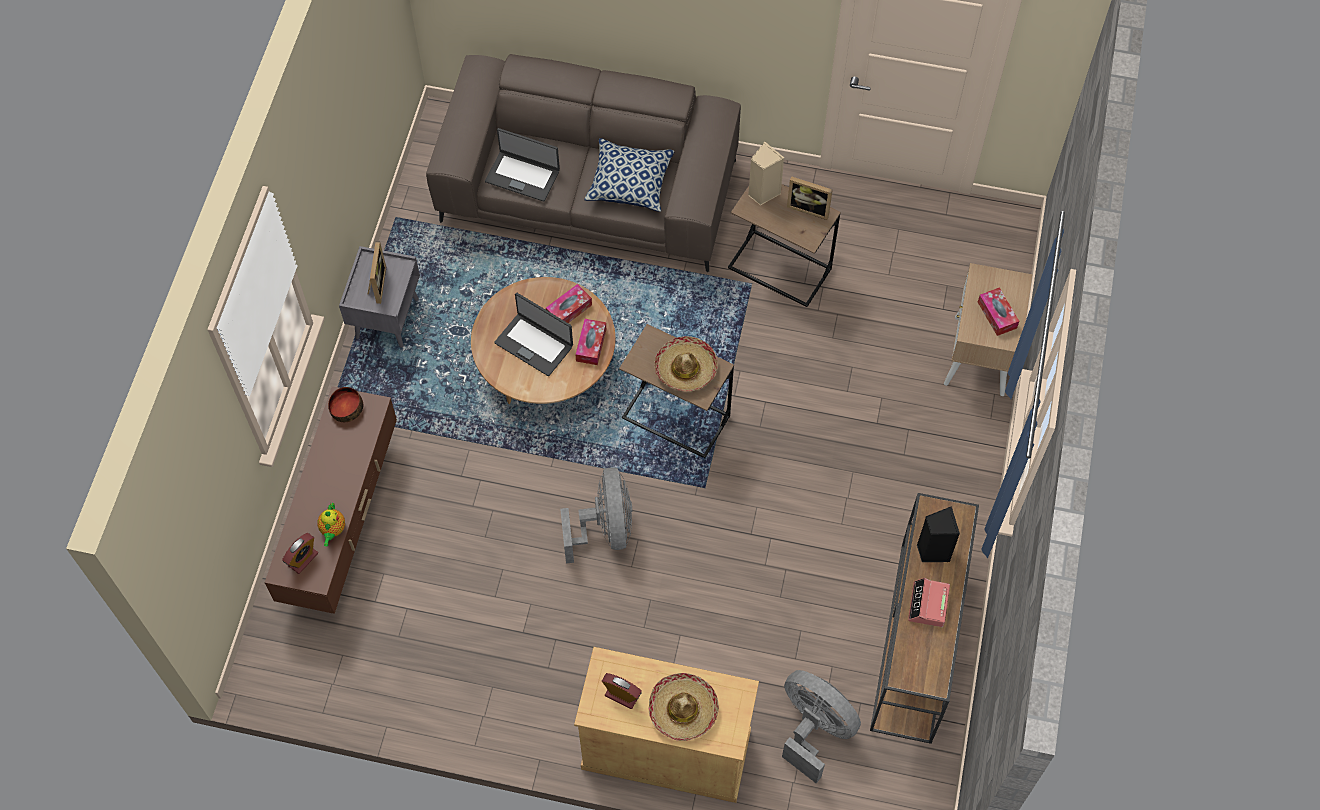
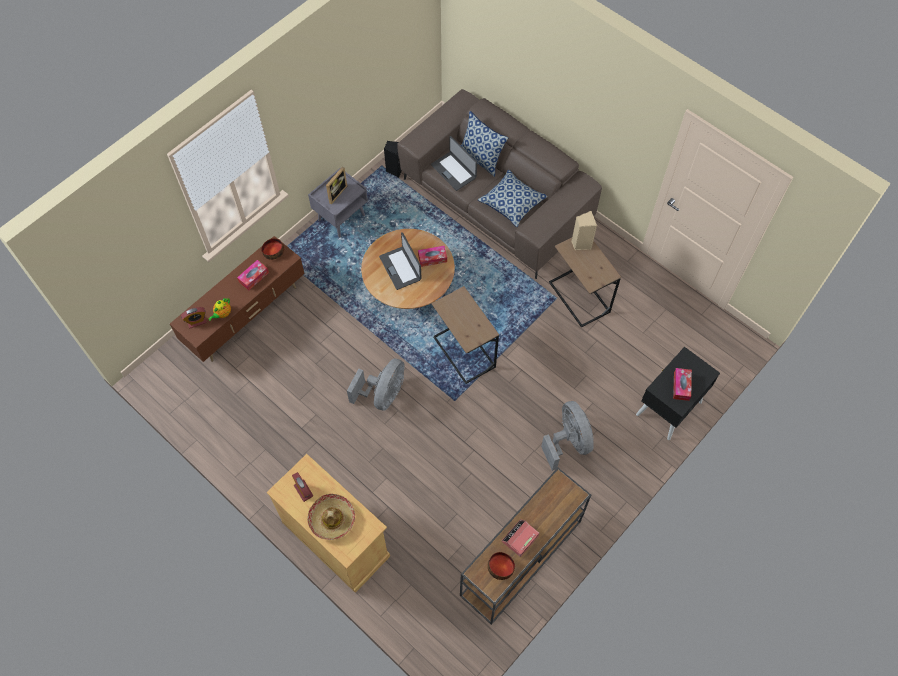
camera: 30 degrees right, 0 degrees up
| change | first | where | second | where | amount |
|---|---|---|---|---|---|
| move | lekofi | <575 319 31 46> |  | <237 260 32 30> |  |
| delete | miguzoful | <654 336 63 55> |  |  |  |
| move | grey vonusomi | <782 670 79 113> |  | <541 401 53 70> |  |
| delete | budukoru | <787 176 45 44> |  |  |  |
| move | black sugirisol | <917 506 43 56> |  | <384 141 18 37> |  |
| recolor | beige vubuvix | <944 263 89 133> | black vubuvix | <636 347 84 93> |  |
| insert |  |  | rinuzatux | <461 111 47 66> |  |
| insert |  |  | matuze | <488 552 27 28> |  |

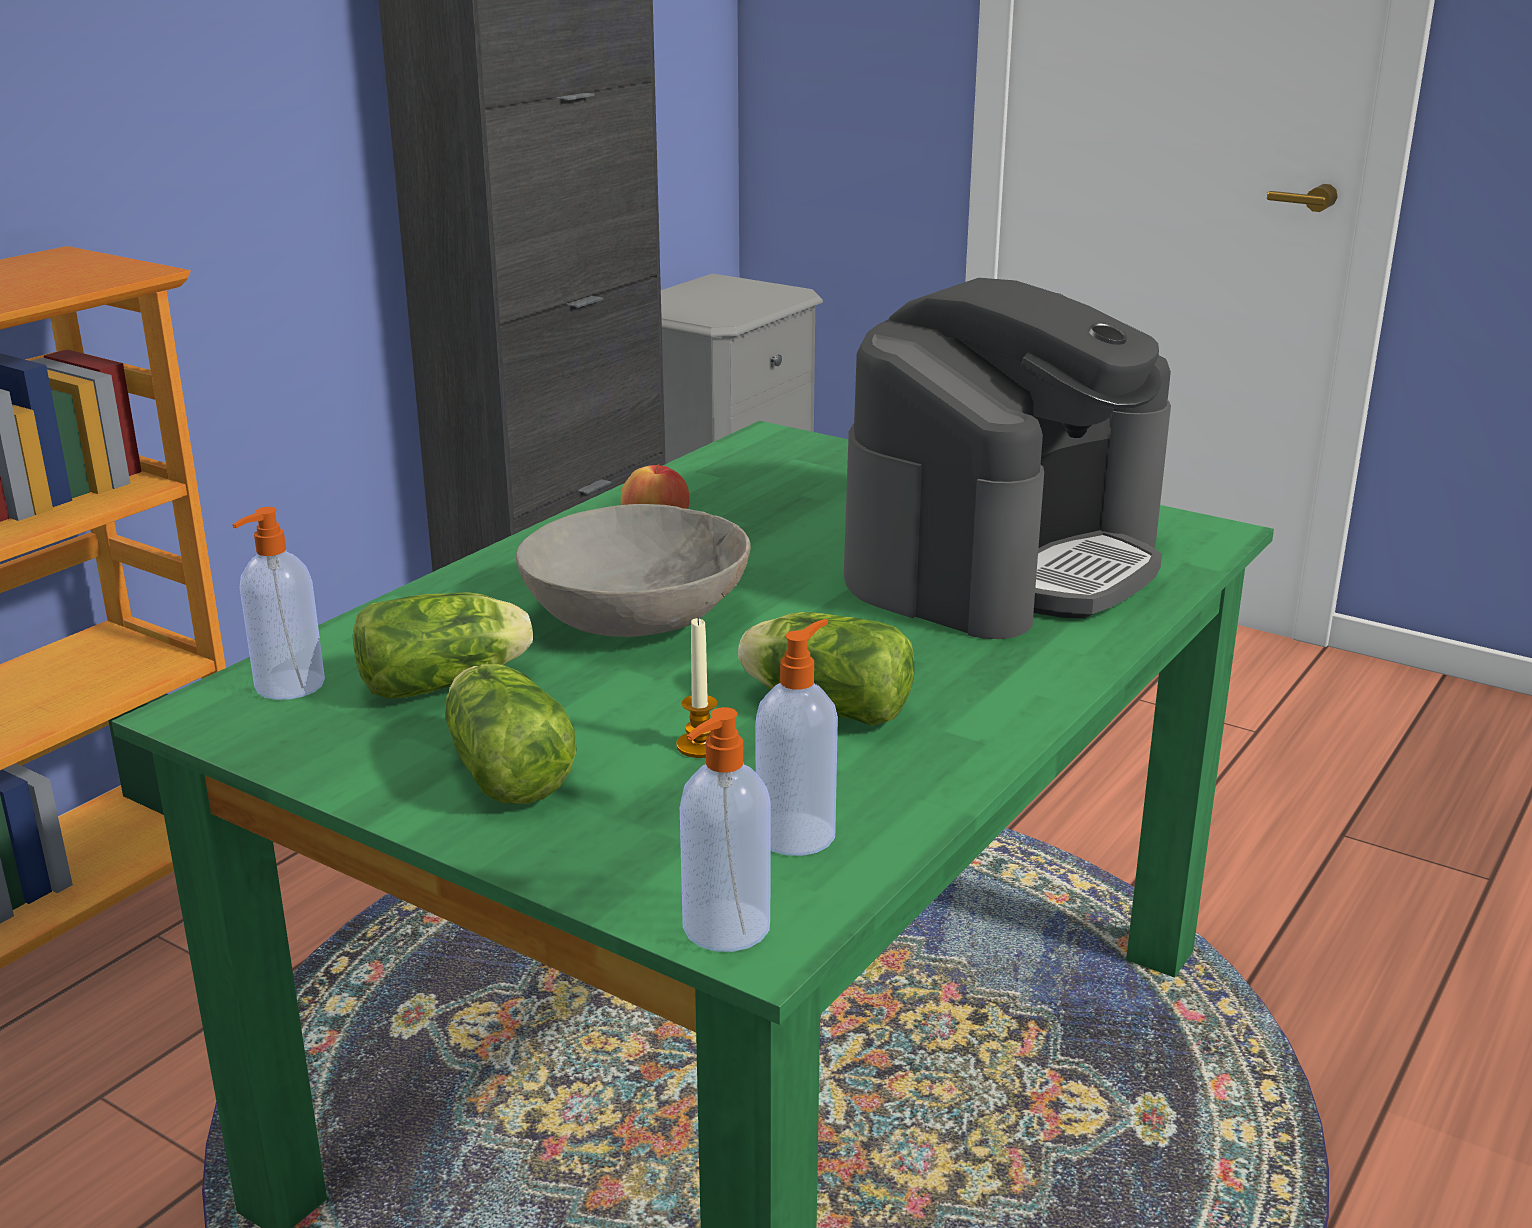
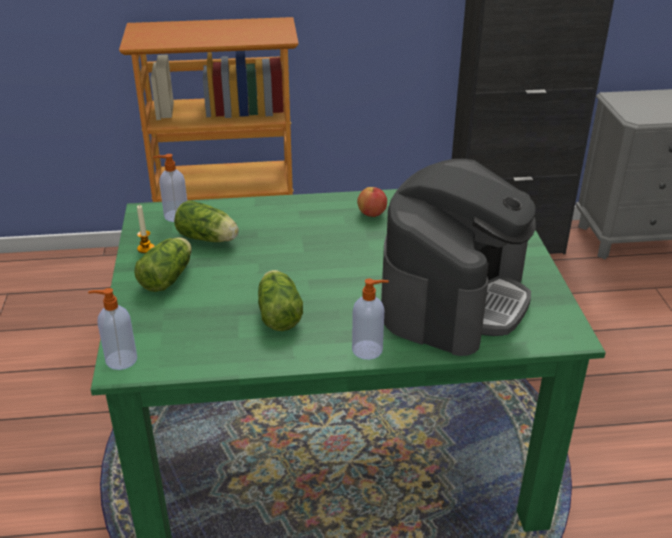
camera: 50 degrees right, 10 degrees up
| change | first | where | second | where | amount |
|---|---|---|---|---|---|
| delete | grey matuze | <516 504 235 133> |  |  |  |
| move | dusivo | <676 617 41 141> |  | <137 205 18 48> |  |
| move | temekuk | <755 619 83 237> |  | <352 279 37 81> |  |
| rotate | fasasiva | <844 278 327 361> |  | <381 159 155 197> | 60 degrees counterclockwise |

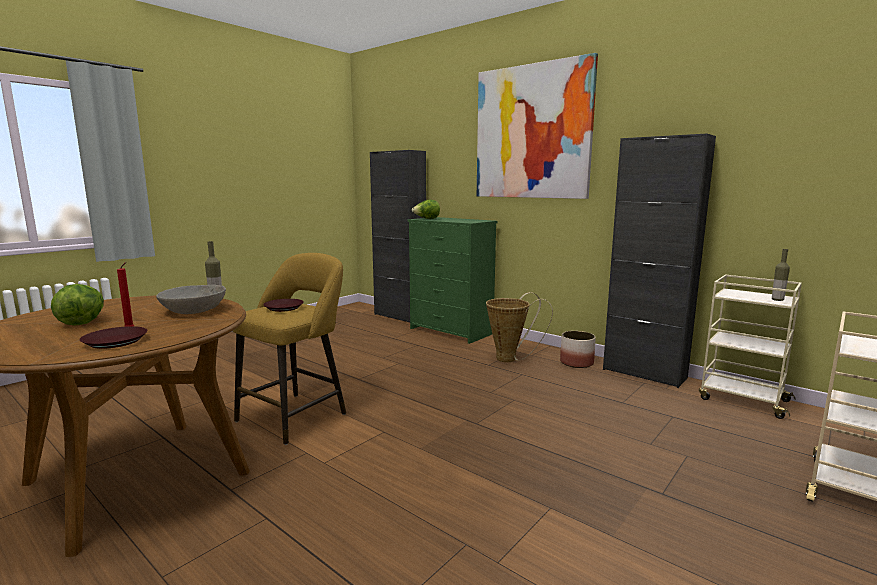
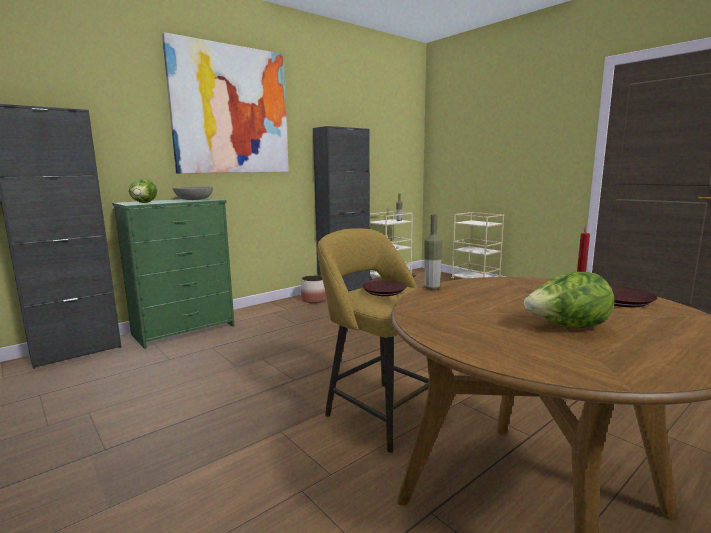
camera: 80 degrees left, 0 degrees up
| change | first | where | second | where | amount |
|---|---|---|---|---|---|
| move | grey matuze | <156 285 70 29> |  | <172 186 41 14> |  |
| delete | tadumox | <486 292 67 70> |  |  |  |

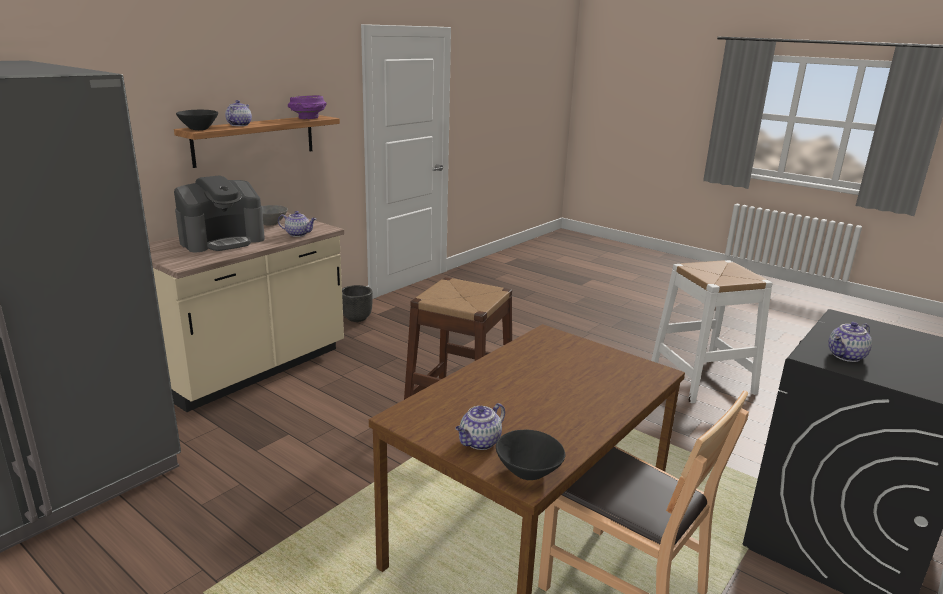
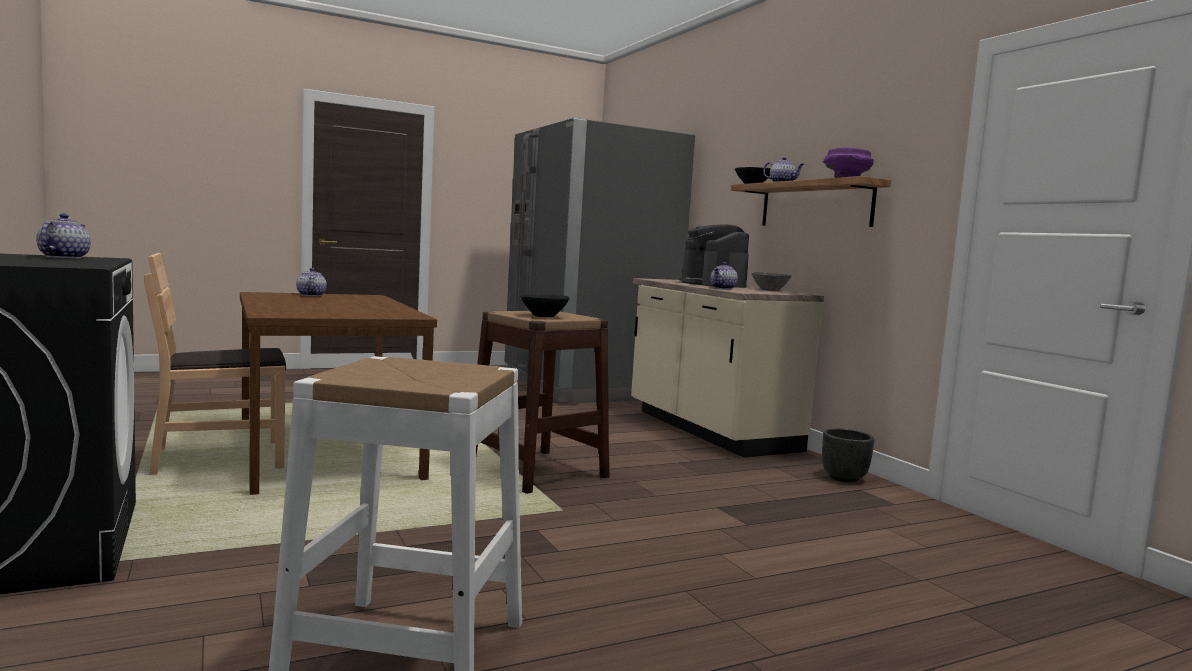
camera: 115 degrees right, 15 degrees down
| change | first | where | second | where | amount |
|---|---|---|---|---|---|
| move | black matuze | <496 430 69 50> |  | <520 294 50 23> |  |

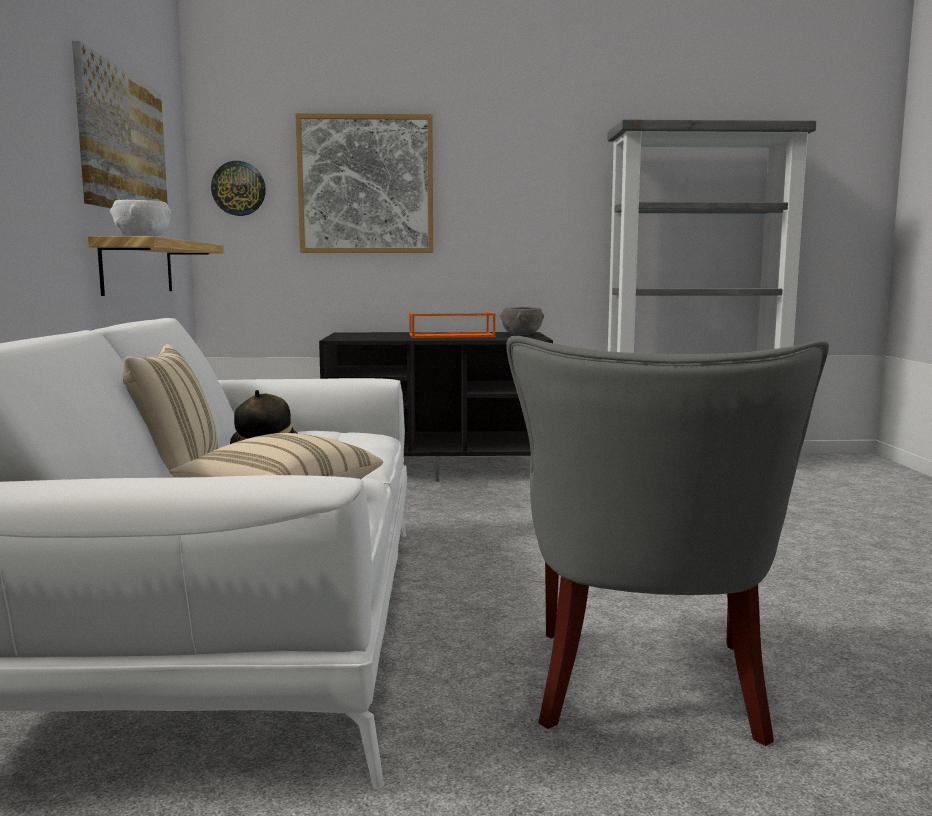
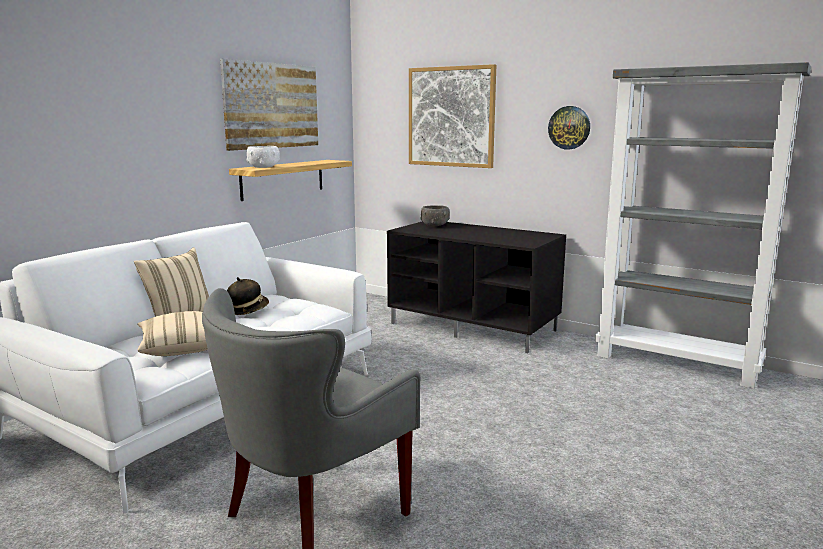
camera: 35 degrees right, 5 degrees up
| change | first | where | second | where | amount |
|---|---|---|---|---|---|
| move | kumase | <211 161 55 55> |  | <548 106 42 44> |  |
| delete | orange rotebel | <409 311 87 27> |  |  |  |
| move | grey matuze | <499 307 45 28> |  | <420 205 30 21> |  |

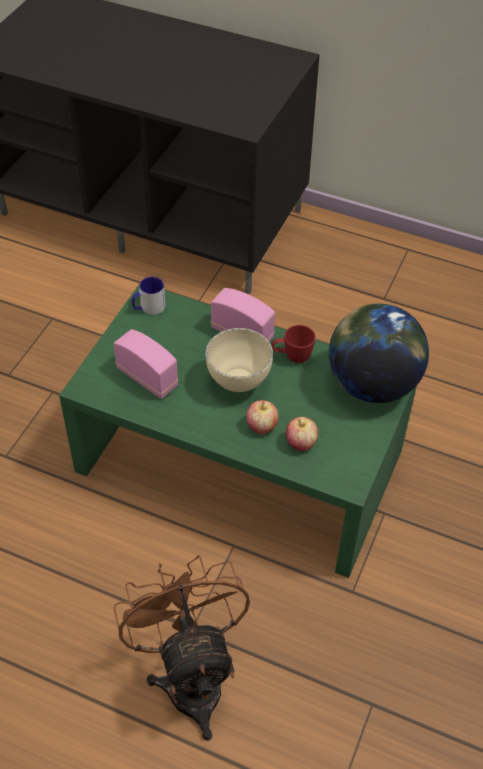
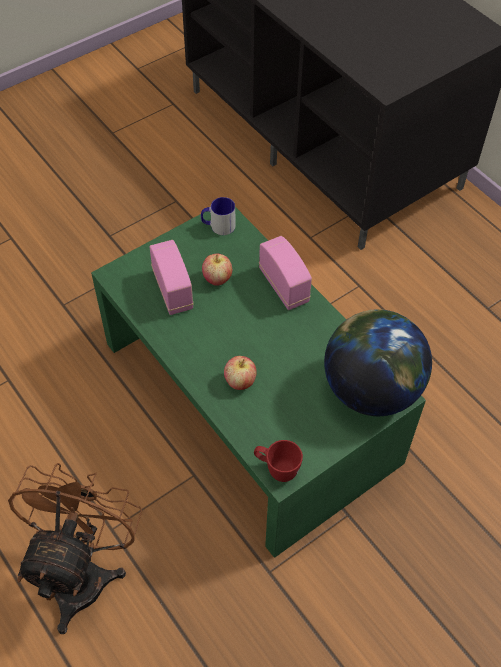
camera: 30 degrees right, 5 degrees up
| change | first | where | second | where | amount |
|---|---|---|---|---|---|
| delete | beige matuze | <206 328 67 64> |  |  |  |
| move | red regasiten | <272 325 44 38> |  | <254 440 49 42> |  |
| move | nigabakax | <286 417 32 34> |  | <202 253 30 33> |  |

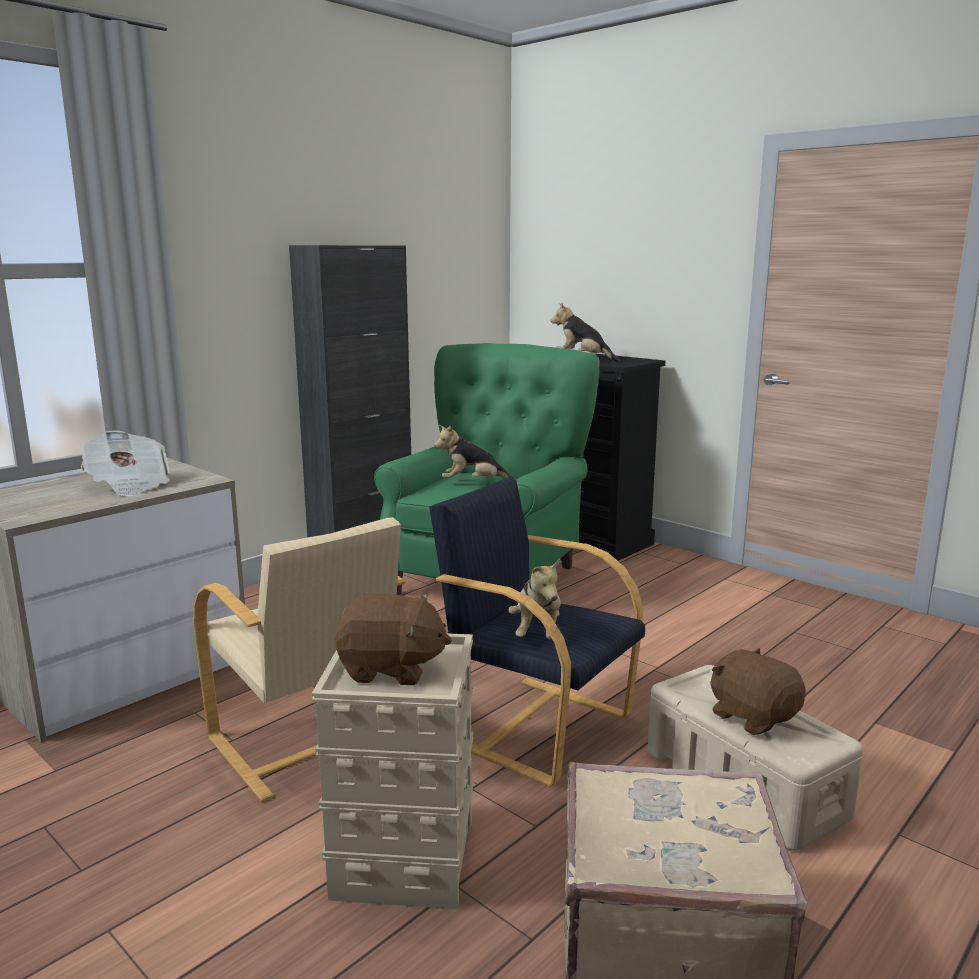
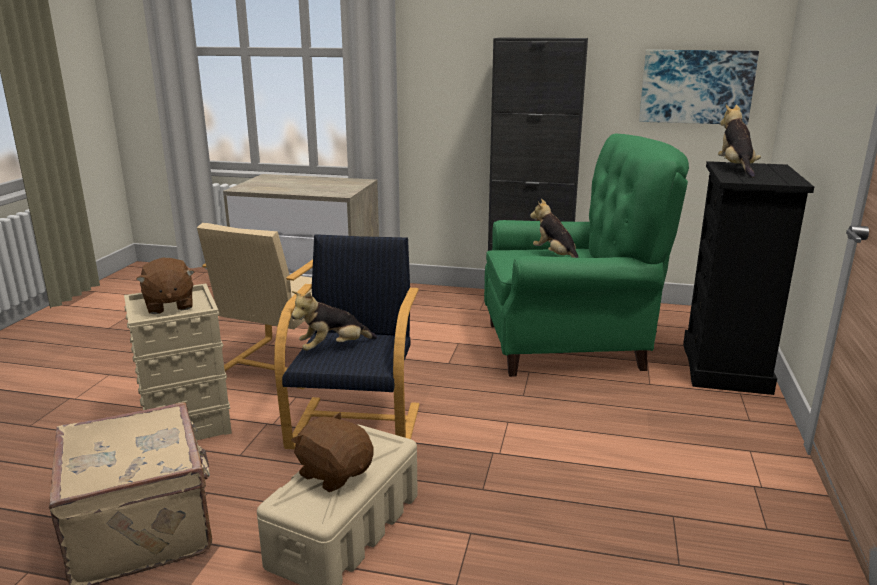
camera: 60 degrees right, 5 degrees up
| change | first | where | second | where | amount |
|---|---|---|---|---|---|
| delete | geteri | <81 430 89 67> |  |  |  |
| rotate | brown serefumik | <710 648 96 87> |  | <291 412 83 80> | 75 degrees counterclockwise |
| insert |  |  | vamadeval | <639 50 120 75> |  |

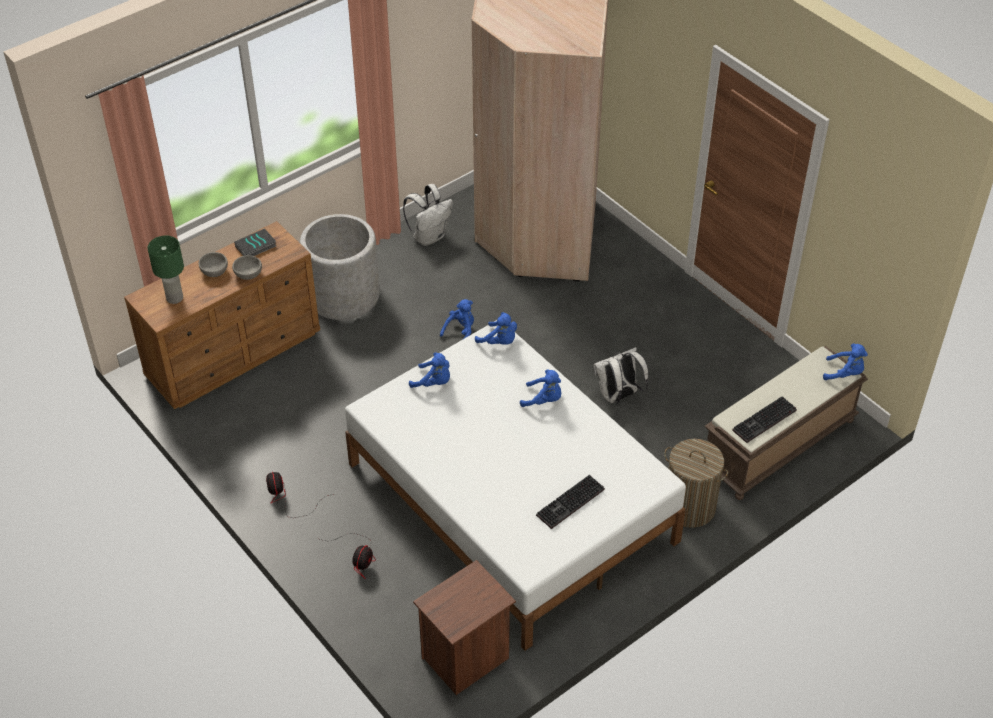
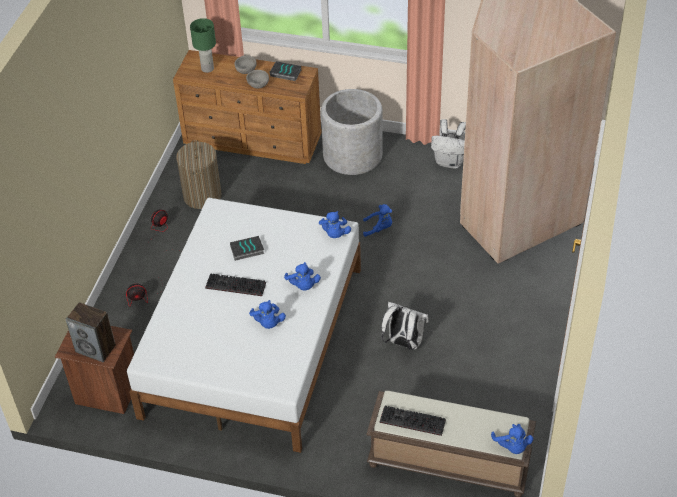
camera: 55 degrees right, 0 degrees up
| change | first | where | second | where | amount |
|---|---|---|---|---|---|
| move | blue serefumik | <409 352 41 36> |  | <249 300 37 29> |  |
| move | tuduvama | <536 475 69 54> |  | <205 273 61 23> |  |
| move | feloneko | <664 439 64 89> |  | <176 140 45 69> |  |
| insert |  |  | sugirisol | <66 302 50 60> |  |
| insert |  |  | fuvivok | <230 236 34 25> |  |

